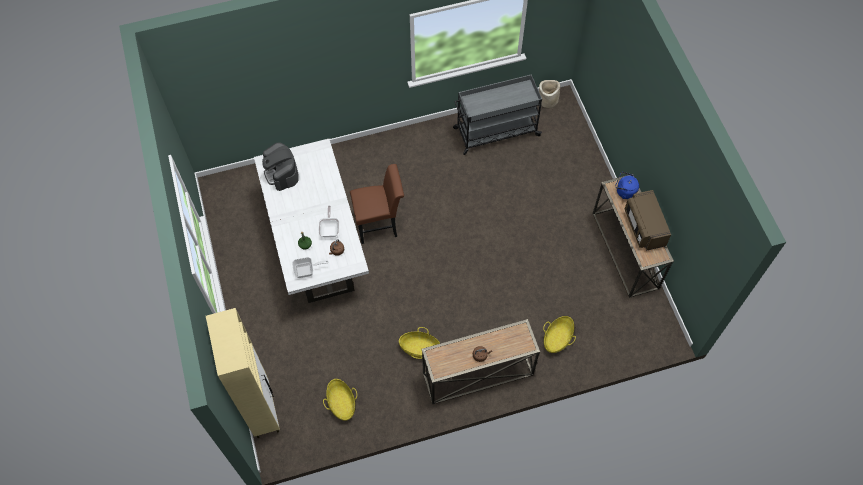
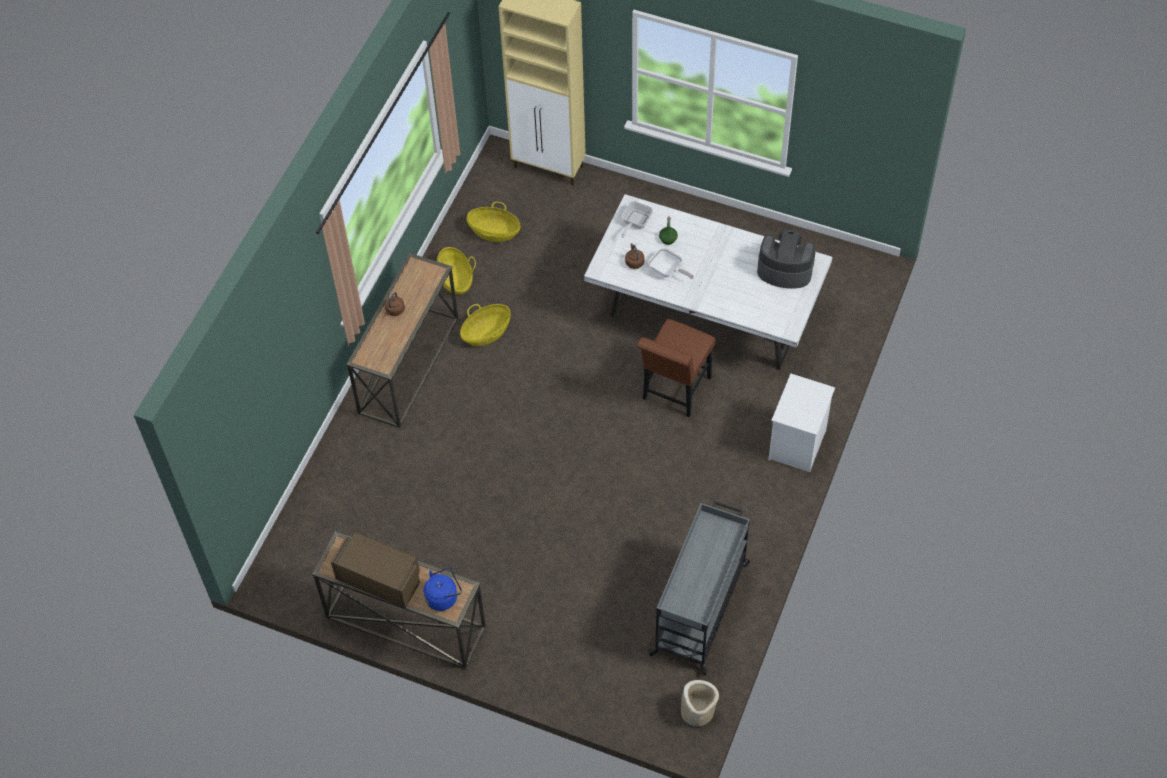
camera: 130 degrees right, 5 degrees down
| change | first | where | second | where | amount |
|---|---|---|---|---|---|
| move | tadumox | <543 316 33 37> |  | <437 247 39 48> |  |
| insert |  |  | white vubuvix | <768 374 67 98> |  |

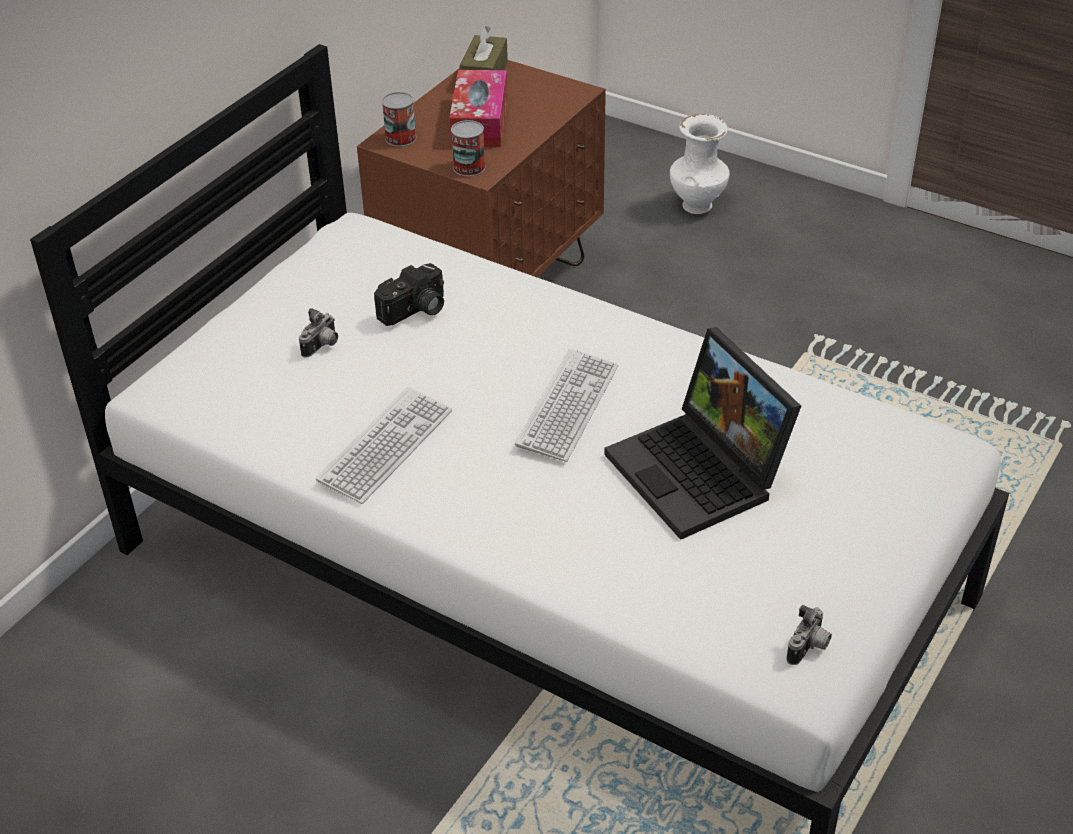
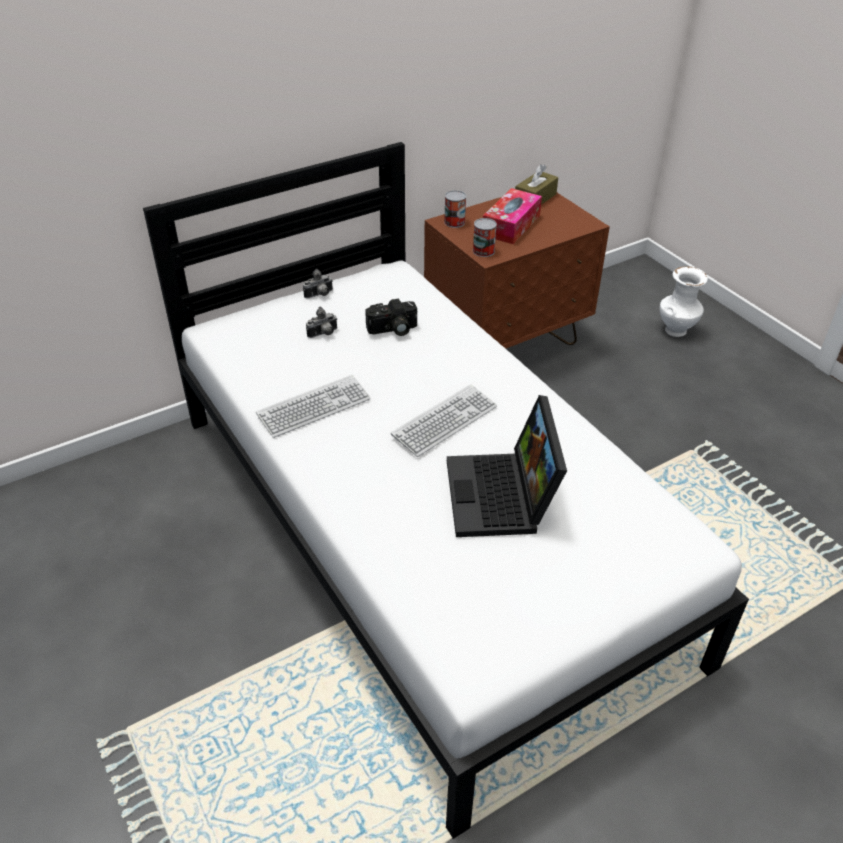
camera: 25 degrees right, 0 degrees up
| change | first | where | second | where | amount |
|---|---|---|---|---|---|
| move | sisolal | <786 605 46 60> |  | <303 269 30 29> |  |

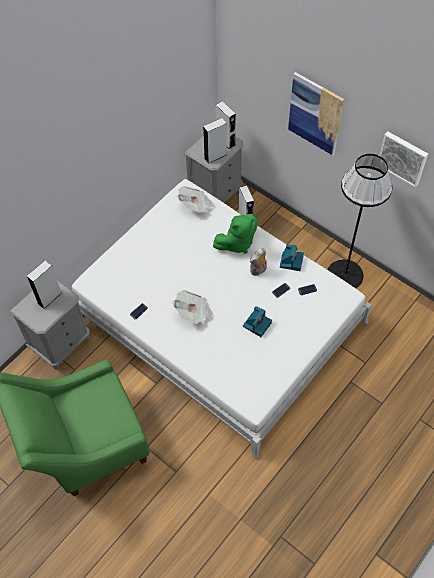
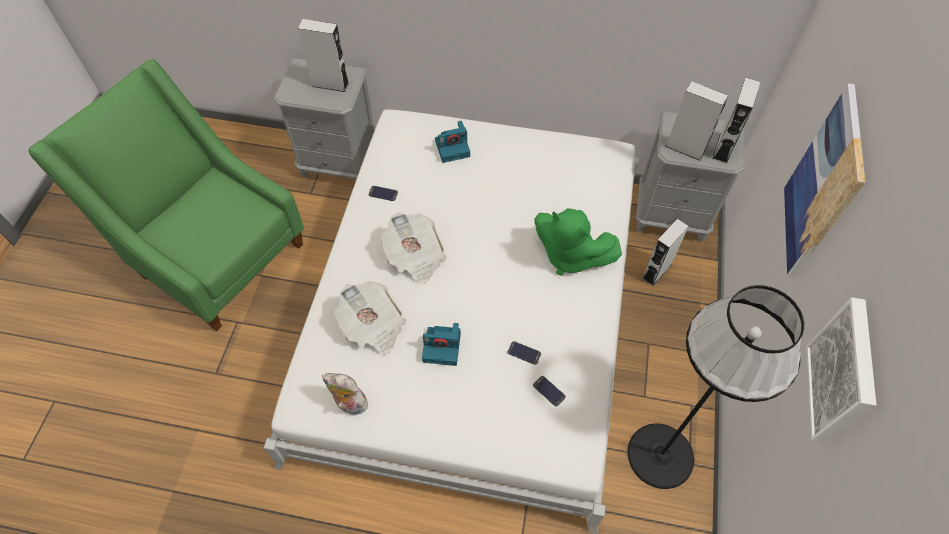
camera: 60 degrees right, 0 degrees up
| change | first | where | second | where | amount |
|---|---|---|---|---|---|
| move | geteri | <177 186 38 27> |  | <334 281 72 73> |  |
| move | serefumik | <250 248 17 28> |  | <322 373 48 42> |  |
| move | sisolal | <280 244 24 27> |  | <435 121 35 42> |  |

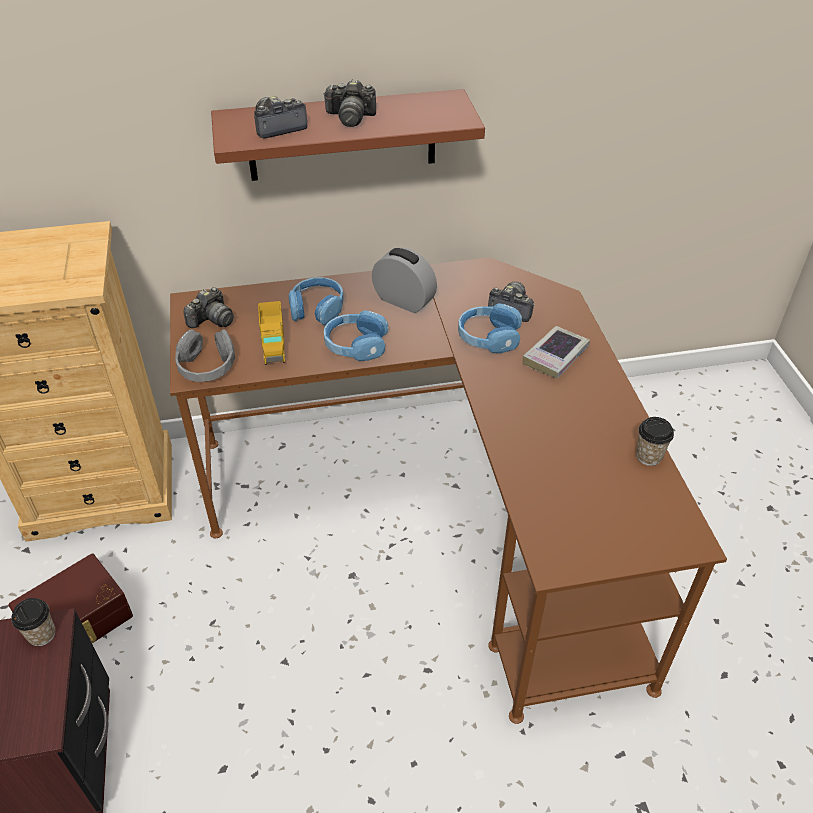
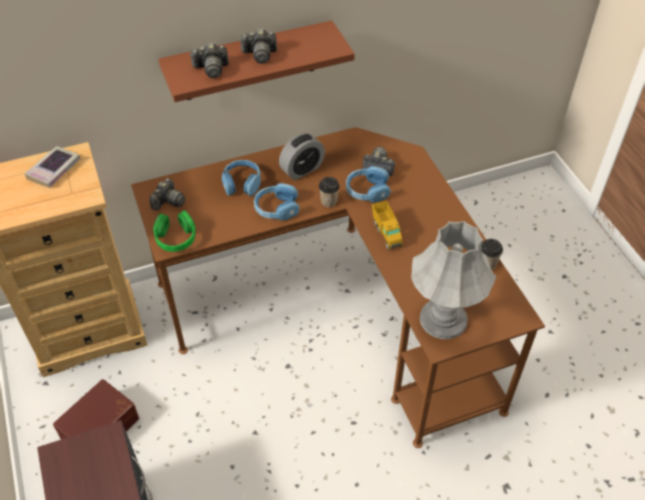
camera: 10 degrees left, 5 degrees up
| change | first | where | second | where | amount |
|---|---|---|---|---|---|
| move | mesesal | <12 598 43 48> |  | <319 177 21 30> |  |
| recolor | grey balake | <175 329 60 53> | green balake | <153 211 42 41> |  |
| rotate | sisolal | <254 96 53 42> |  | <189 43 40 35> | 150 degrees counterclockwise |
| move | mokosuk | <258 301 27 64> |  | <372 201 31 49> |  |
| rotate | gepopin | <372 247 65 66> |  | <279 133 46 47> | 120 degrees clockwise |
| move | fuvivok | <523 326 67 52> |  | <24 146 57 42> |  |
| insert |  |  | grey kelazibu | <411 221 85 118> |  |

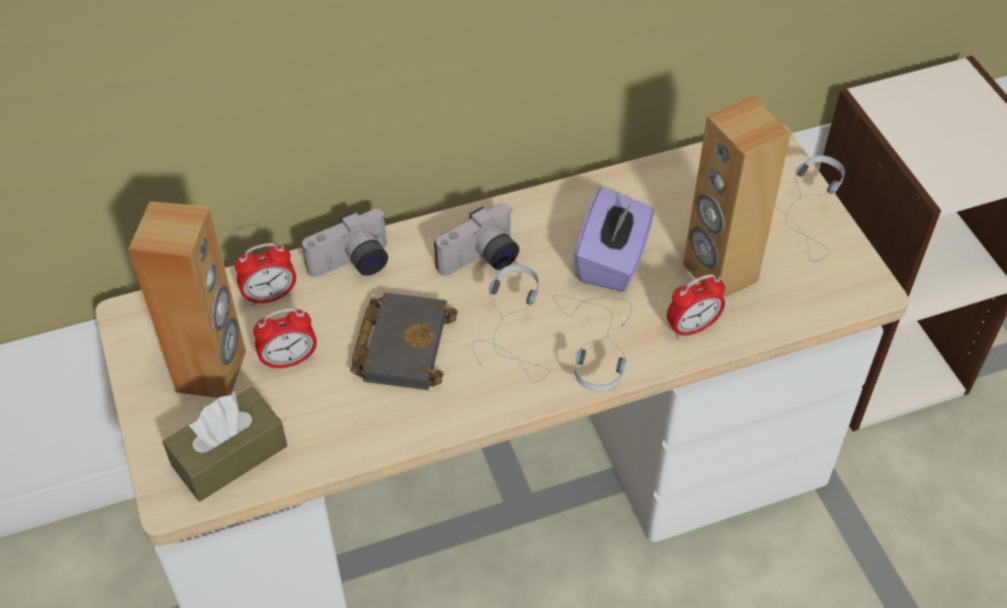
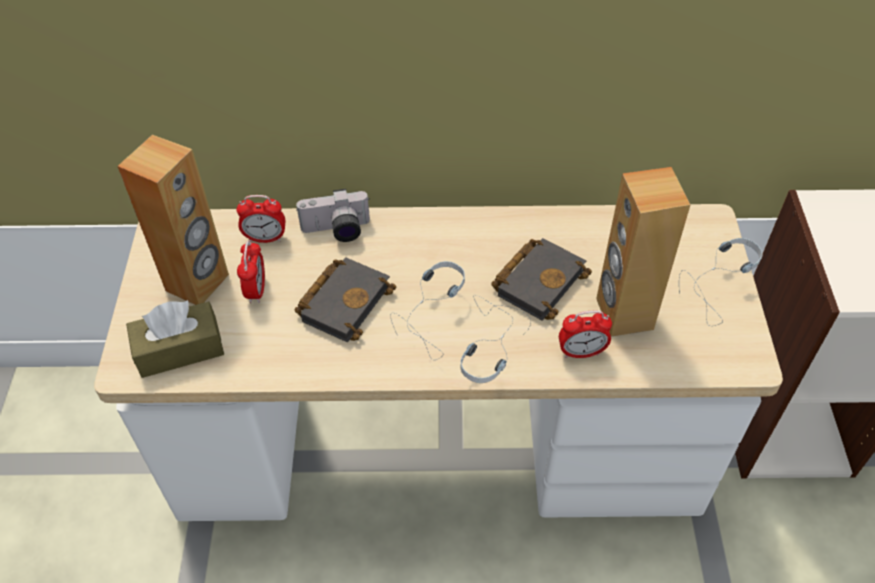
camera: 20 degrees right, 0 degrees up
| change | first | where | second | where | amount |
|---|---|---|---|---|---|
| rotate | gepopin | <253 308 64 63> |  | <237 240 28 63> | 90 degrees counterclockwise |
| delete | sisolal | <434 203 85 73> |  |  |  |
| replace | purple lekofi | <574 187 80 105> | black fuvivok | <491 238 101 82> |  |

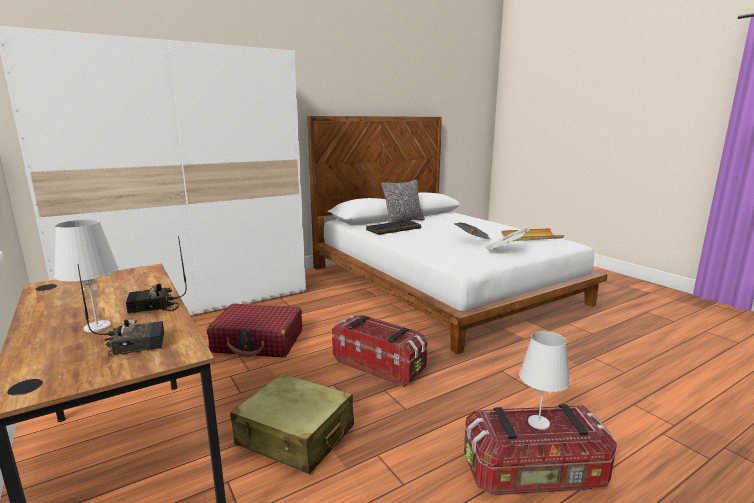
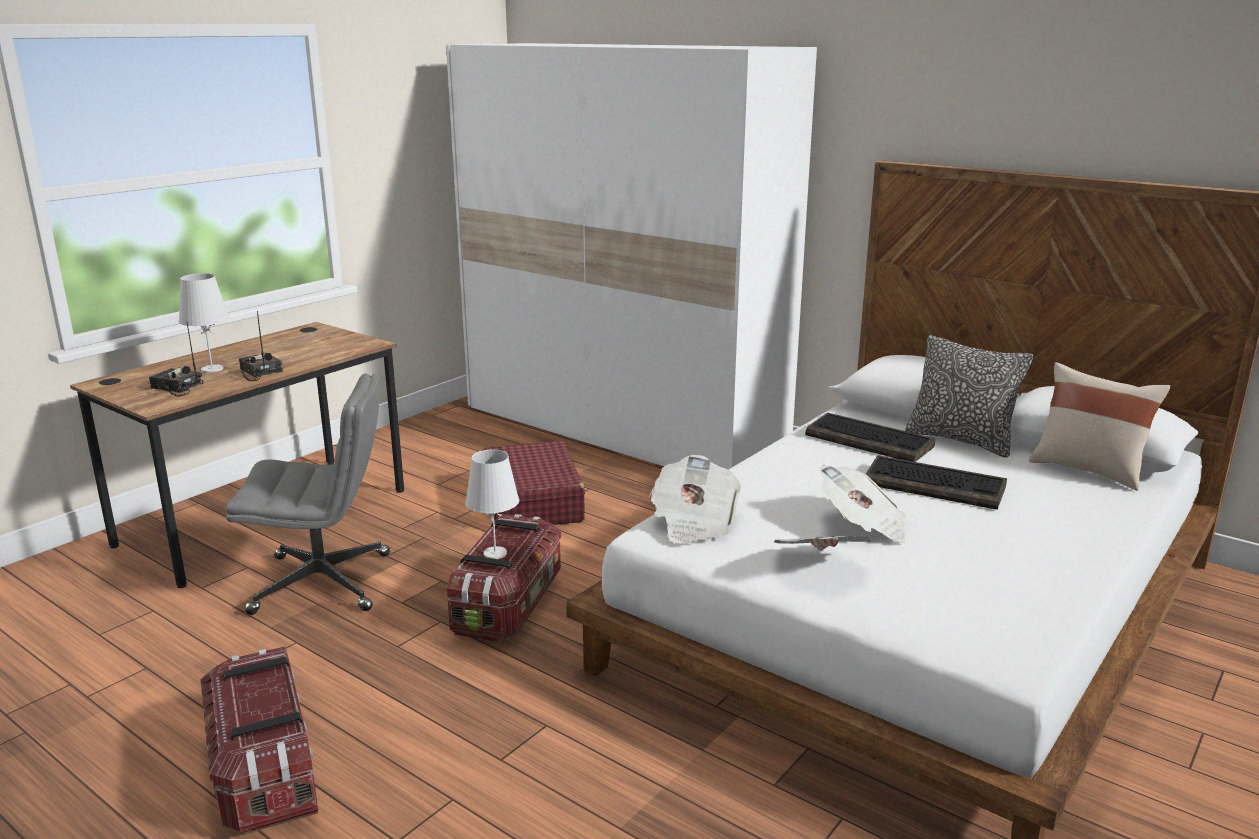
camera: 70 degrees right, 5 degrees up
| change | first | where | second | where | amount |
|---|---|---|---|---|---|
| rotate | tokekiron | <78 264 86 92> |  | <149 322 55 75> | 150 degrees clockwise |
| replace | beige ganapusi | <230 374 124 100> | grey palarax | <226 373 164 242> |  |
| delete | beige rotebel | <502 228 62 13> |  |  |  |
| move | white kelazibu | <519 331 51 99> |  | <465 449 54 110> |  |
| insert |  |  | geteri | <650 455 91 89> |  |
| insert |  |  | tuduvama | <866 455 141 55> |  |
| insert |  |  | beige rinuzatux | <1029 362 141 129> |  |

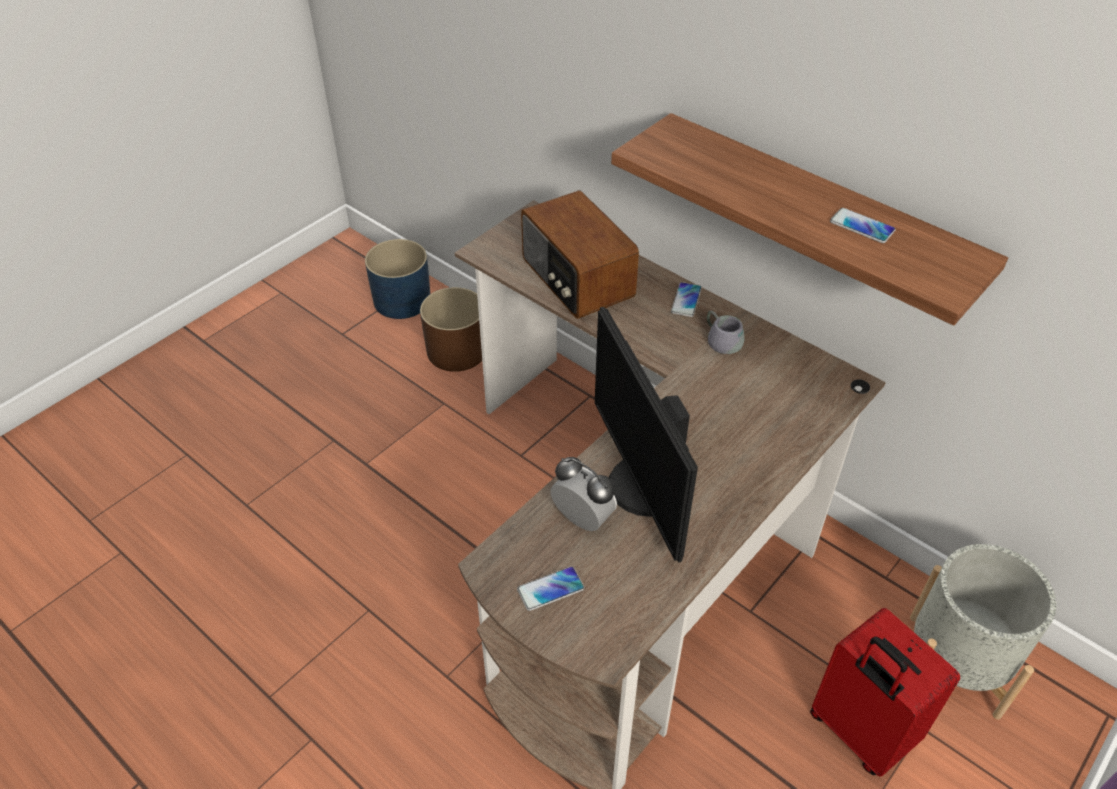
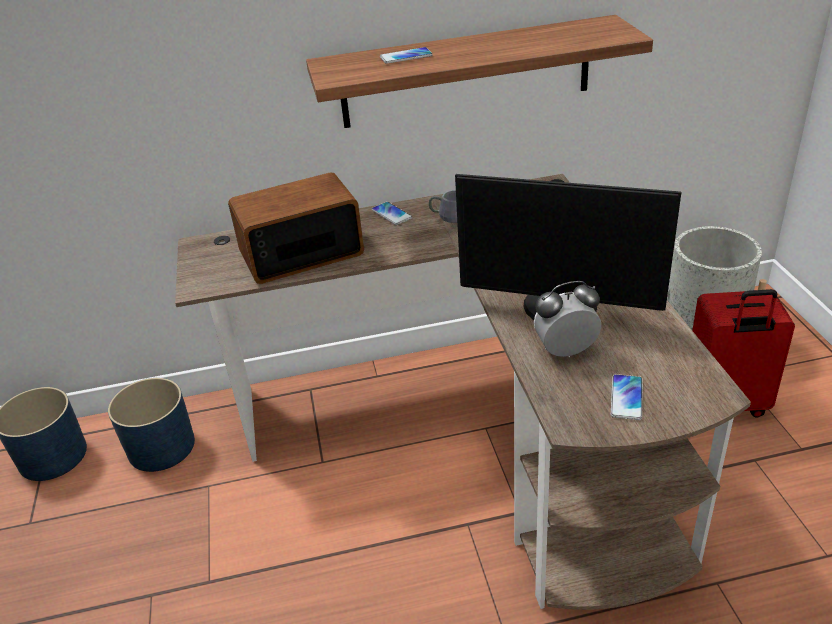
camera: 50 degrees left, 10 degrees down
| change | first | where | second | where | amount |
|---|---|---|---|---|---|
| recolor | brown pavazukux | <420 287 62 85> | blue pavazukux | <108 378 87 94> |  |
| rotate | tokekiron | <521 190 118 129> |  | <228 172 136 112> | 150 degrees clockwise |
| move | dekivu | <830 208 66 35> |  | <380 47 53 17> |  |

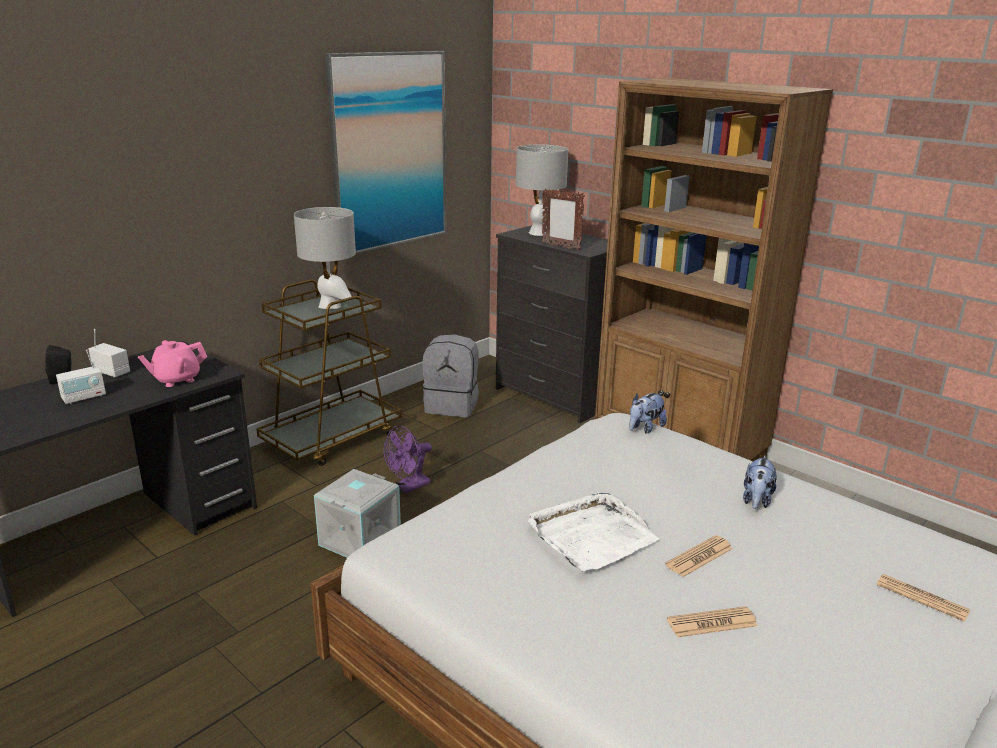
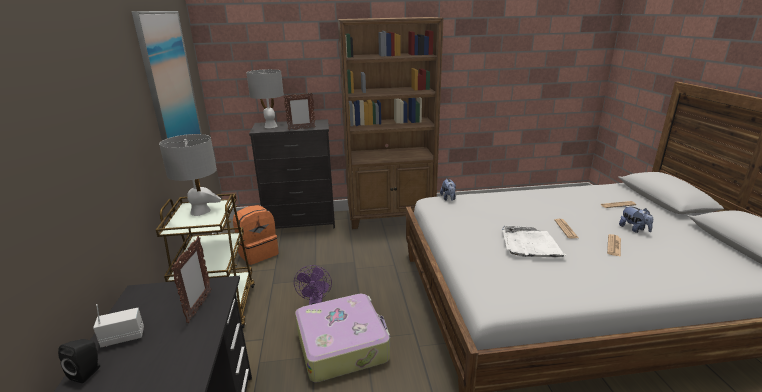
camera: 50 degrees left, 0 degrees up
| change | first | where | second | where | amount |
|---|---|---|---|---|---|
| delete | tokekiron | <56 350 50 54> |  |  |  |
| replace | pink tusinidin | <138 340 69 47> | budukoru | <171 236 40 87> |  |
| replace | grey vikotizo | <314 469 87 89> | ganapusi | <295 294 95 89> |  |
| recolor | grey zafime | <423 334 56 83> | orange zafime | <233 205 46 60> |  |
| move | serefumik | <743 456 34 53> |  | <619 206 34 27> |  |

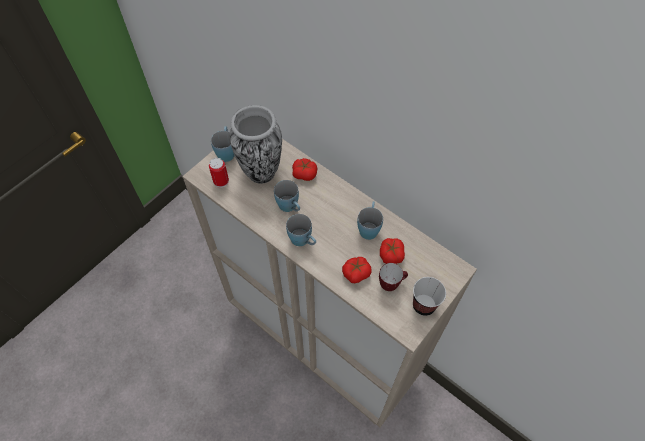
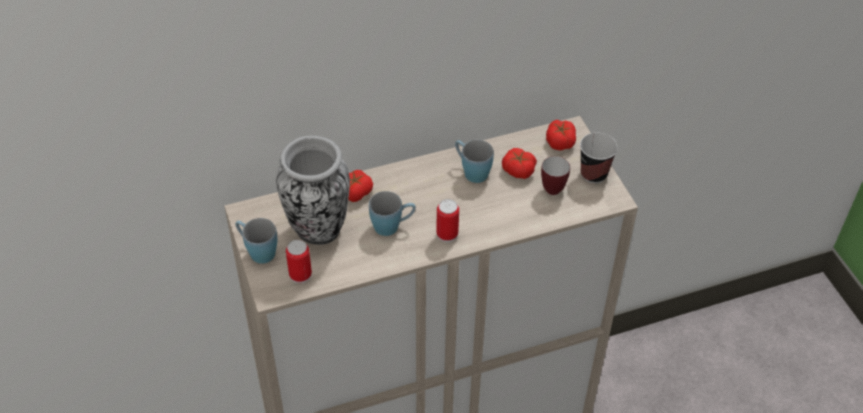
camera: 60 degrees left, 10 degrees down
| change | first | where | second | where | amount |
|---|---|---|---|---|---|
| replace | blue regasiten | <286 214 30 32> | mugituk | <436 199 23 43> |  |
| move | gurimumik | <342 257 30 26> |  | <546 120 30 31> |  |

